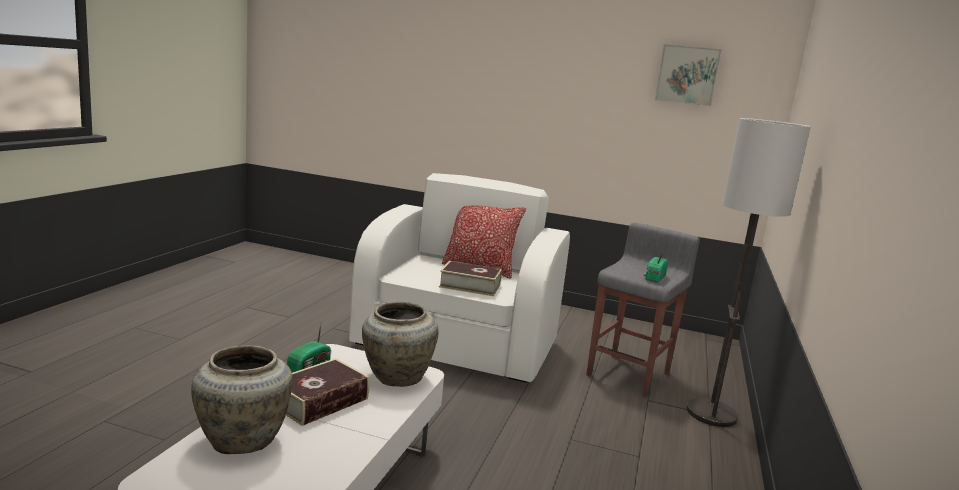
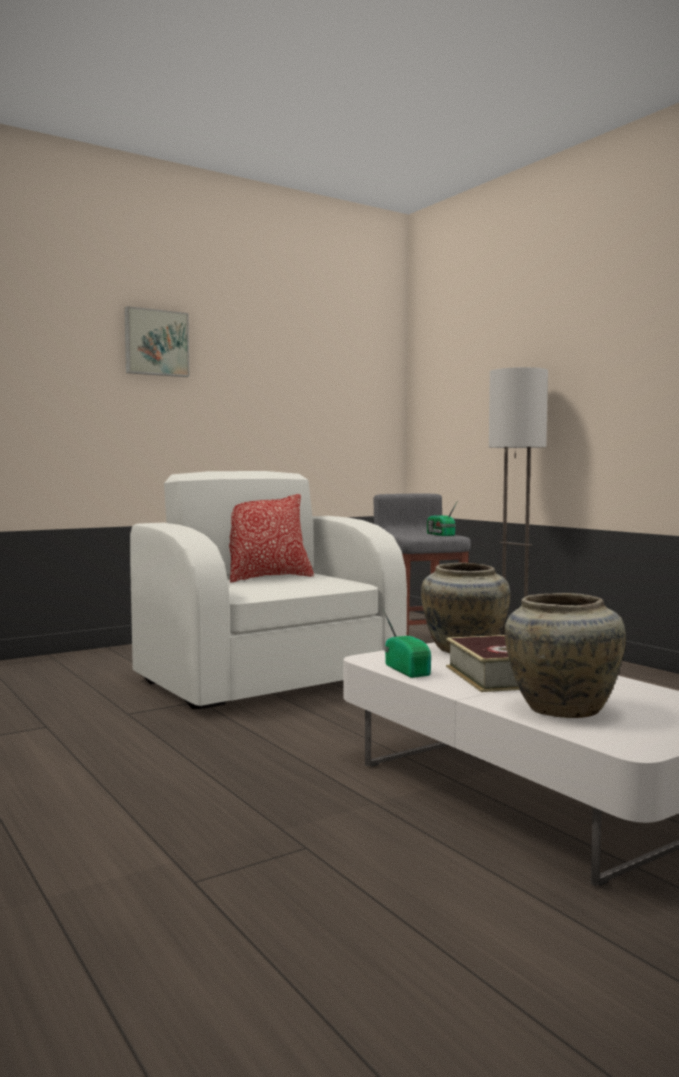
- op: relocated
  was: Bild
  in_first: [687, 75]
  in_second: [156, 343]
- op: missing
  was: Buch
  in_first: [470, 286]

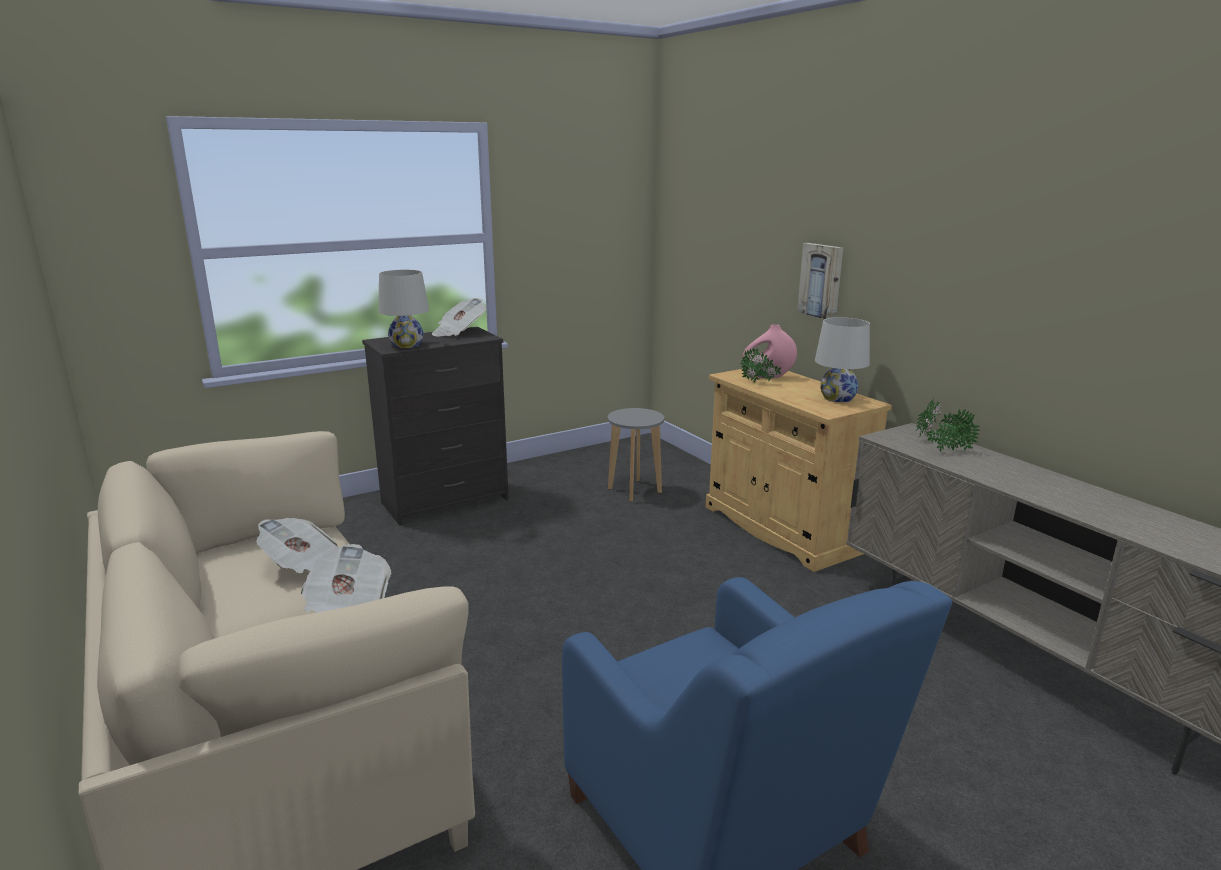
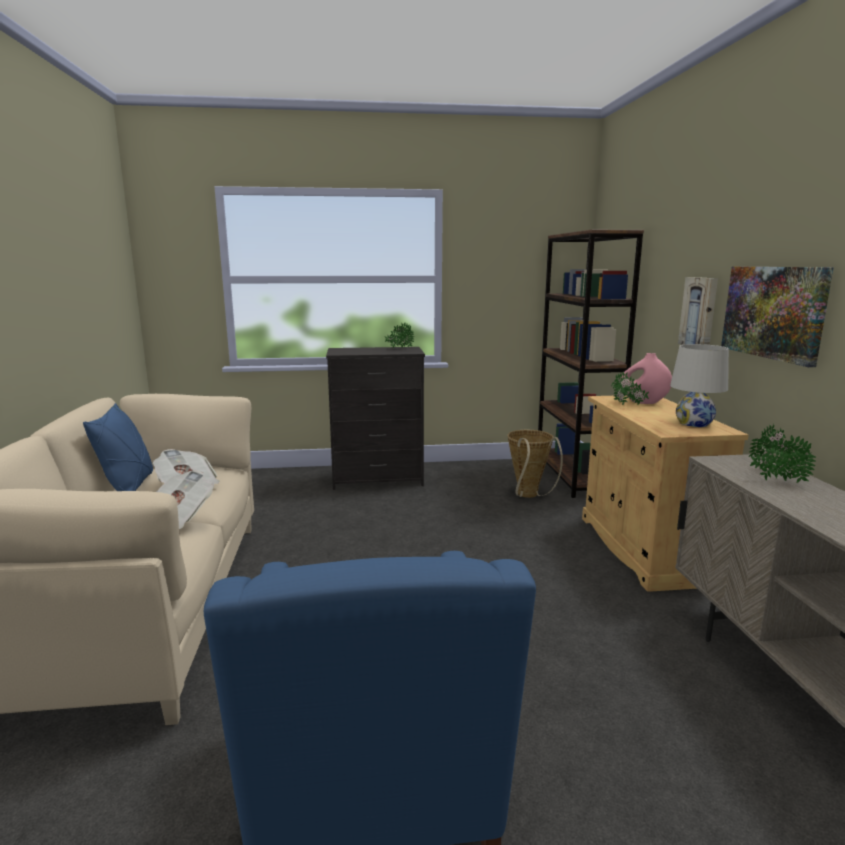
- op: appeared
  now: Kissen (blau)
  in_second: [129, 487]
- op: exchanged
  was: Zeitung
  now: Topfpflanze
  in_first: [459, 332]
  in_second: [399, 348]
- op: exchanged
  was: Hocker (grau)
  now: Korb
  in_first: [634, 491]
  in_second: [528, 496]
- op: appeared
  now: Bücherregal (braun)
  in_second: [574, 476]
- op: appeared
  now: Bild
  in_second: [773, 312]
- op: missing
  was: Tischlampe (weiß)
  in_first: [406, 345]

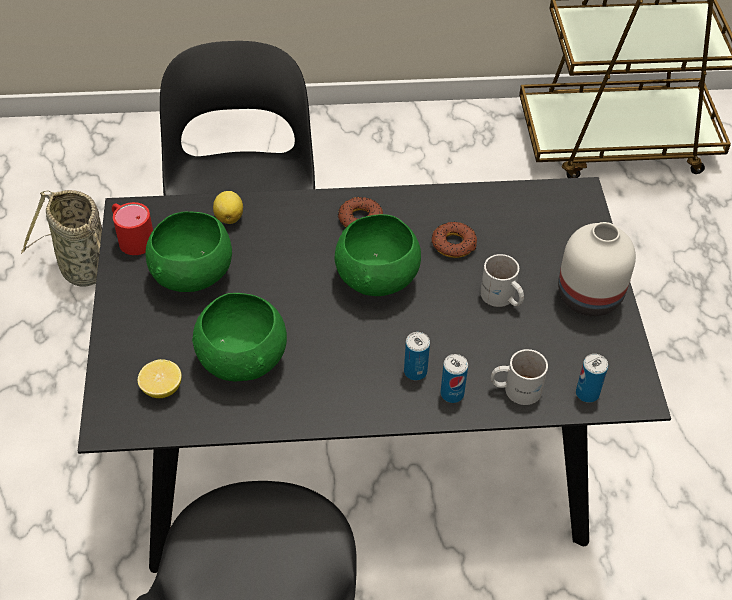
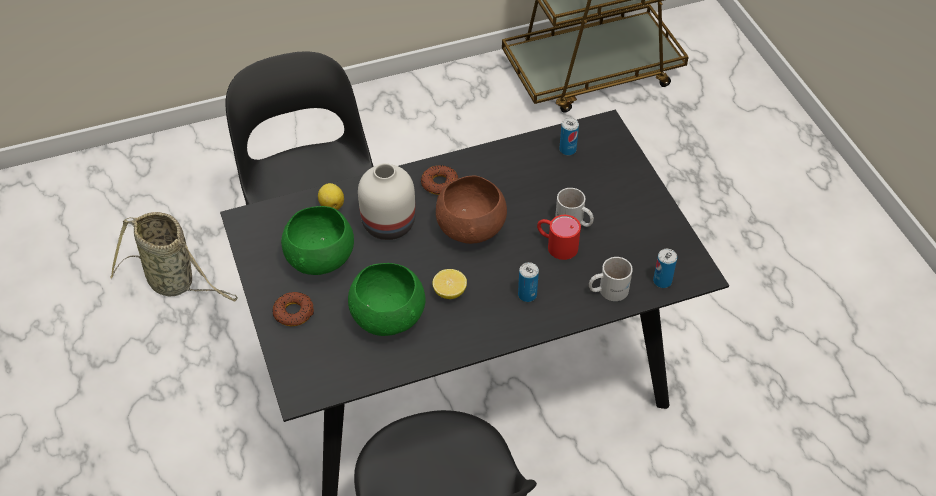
- op: relocated
  was: Donut
  in_first: [454, 244]
  in_second: [294, 312]
- op: relocated
  was: Vase (weiß)
  in_first: [587, 295]
  in_second: [387, 223]
- op: relocated
  was: Zitrone
  in_first: [162, 389]
  in_second: [449, 292]
- op: colour
  was: Schüssel (grün)
  now: Schüssel (braun)
  in_first: [377, 280]
  in_second: [471, 230]
- op: relocated
  was: Henkelbecher (rot)
  in_first: [131, 237]
  in_second: [556, 245]
- op: relocated
  was: Dose
  in_first: [452, 394]
  in_second: [567, 150]

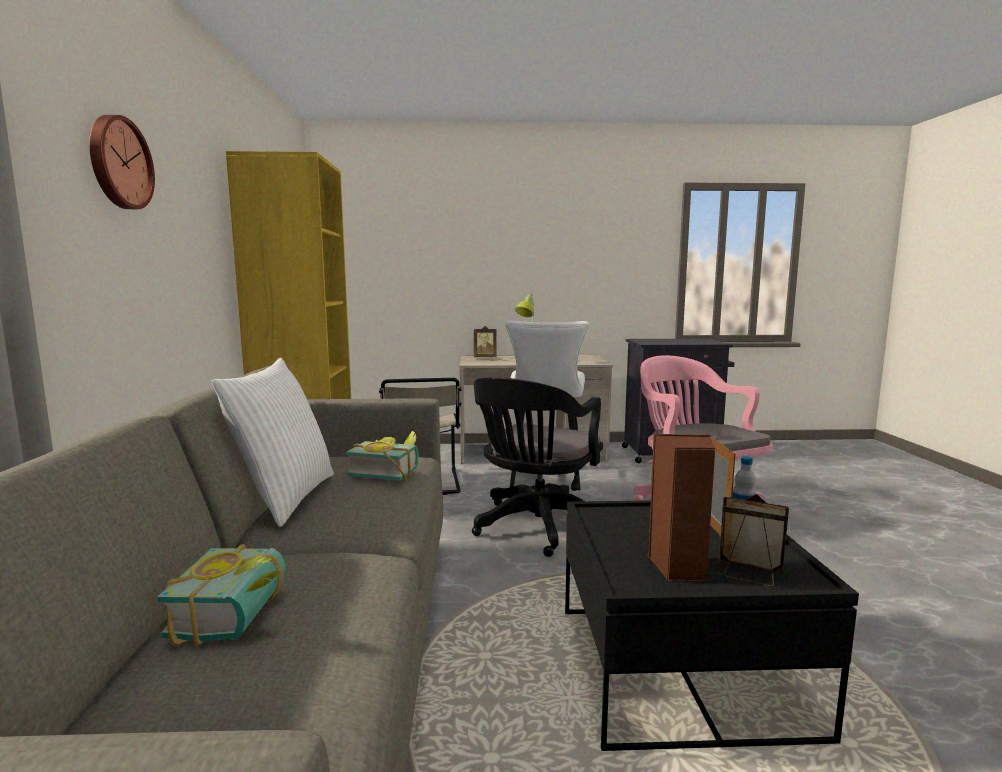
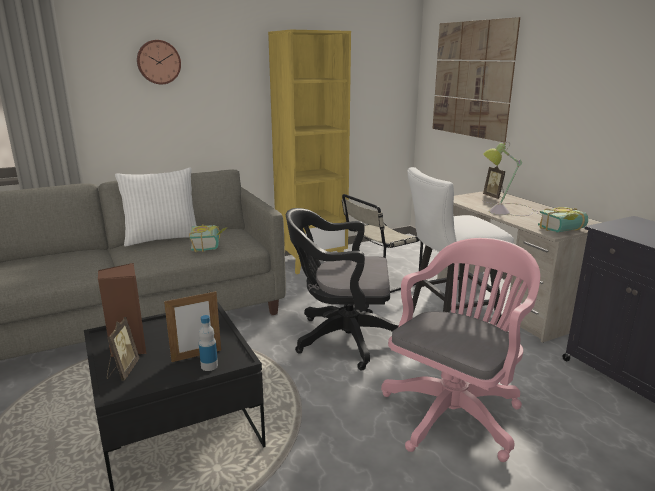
- op: appeared
  now: Bild
  in_second: [472, 79]
- op: relocated
  was: Buch
  in_first: [241, 616]
  in_second: [565, 230]

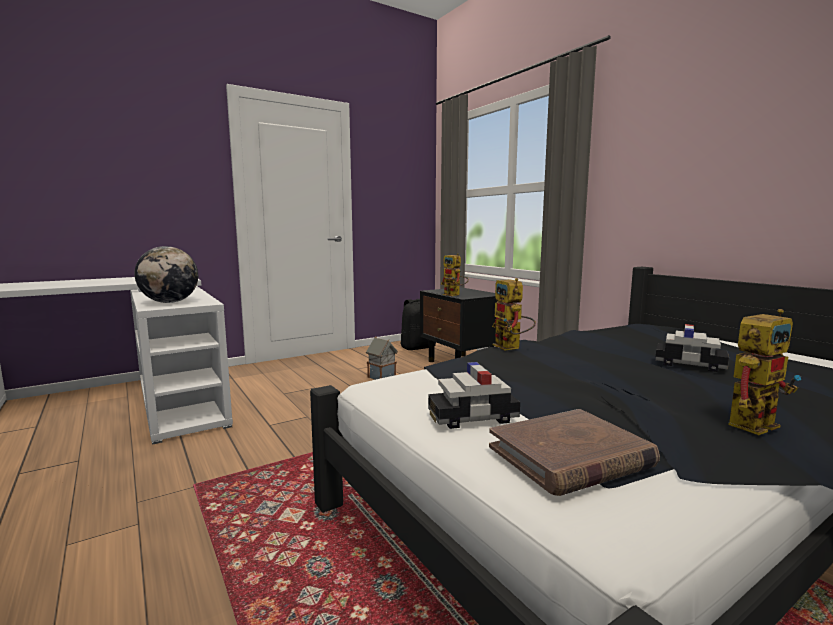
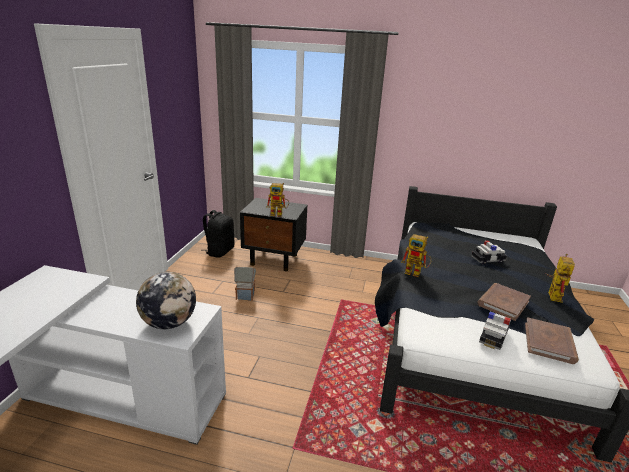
- op: appeared
  now: Buch (braun)
  in_second: [503, 303]

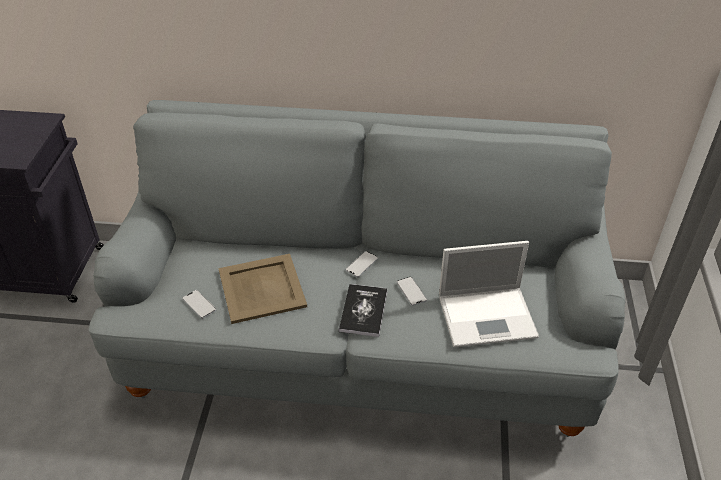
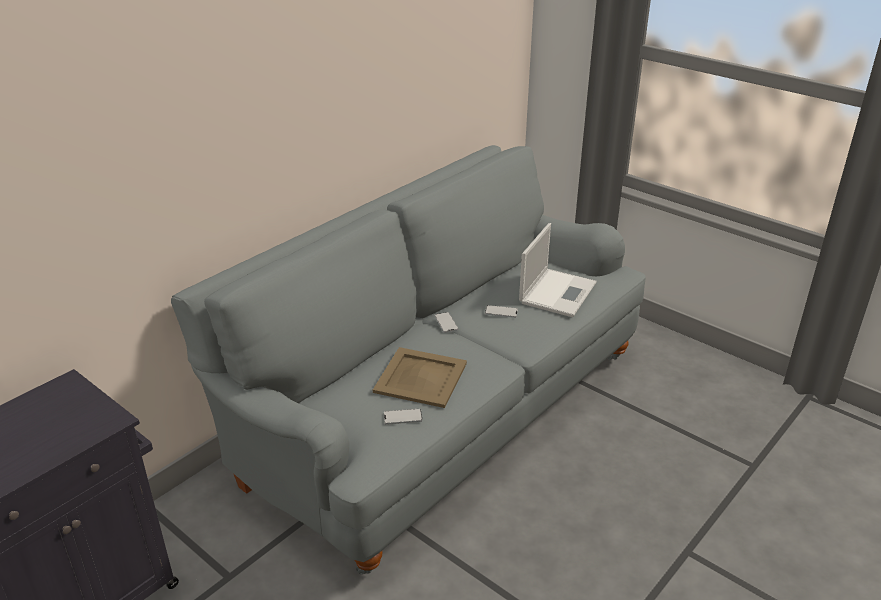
- op: missing
  was: Buch
  in_first: [363, 311]

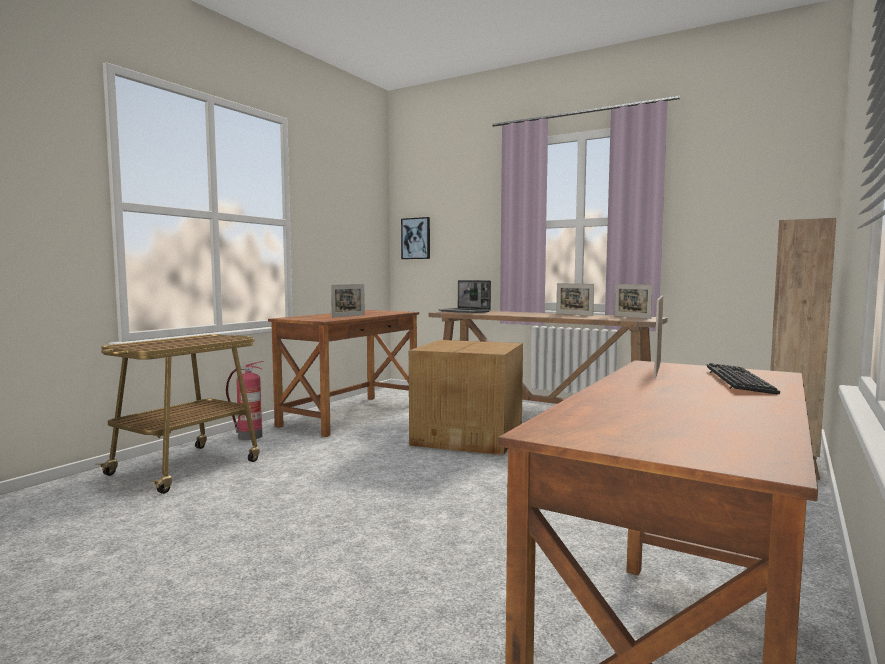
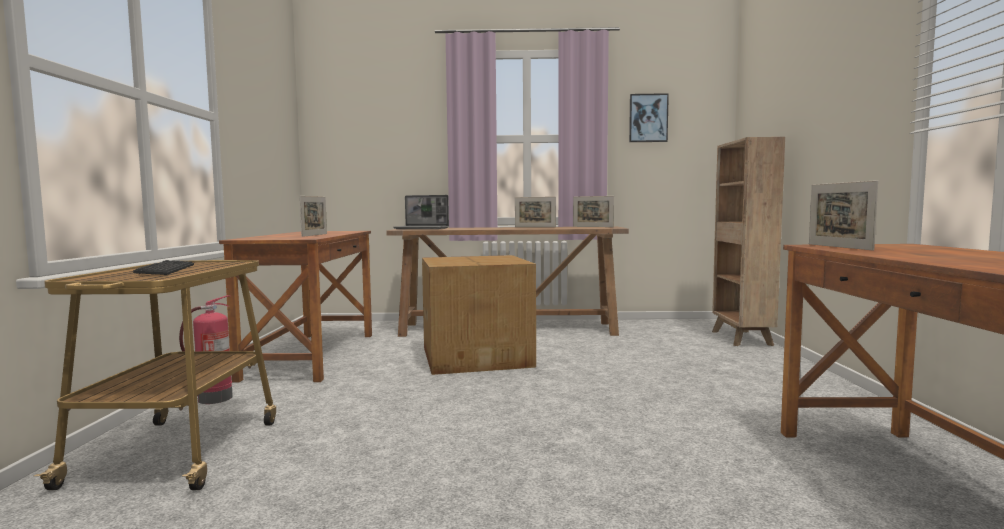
- op: relocated
  was: Tastatur
  in_first: [739, 381]
  in_second: [166, 270]
- op: relocated
  was: Bild
  in_first: [416, 238]
  in_second: [648, 118]

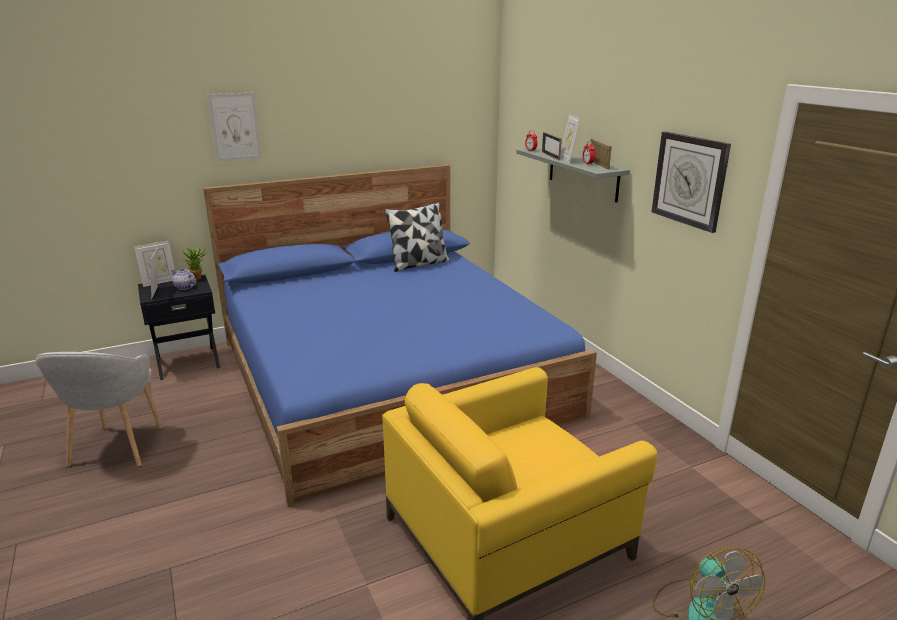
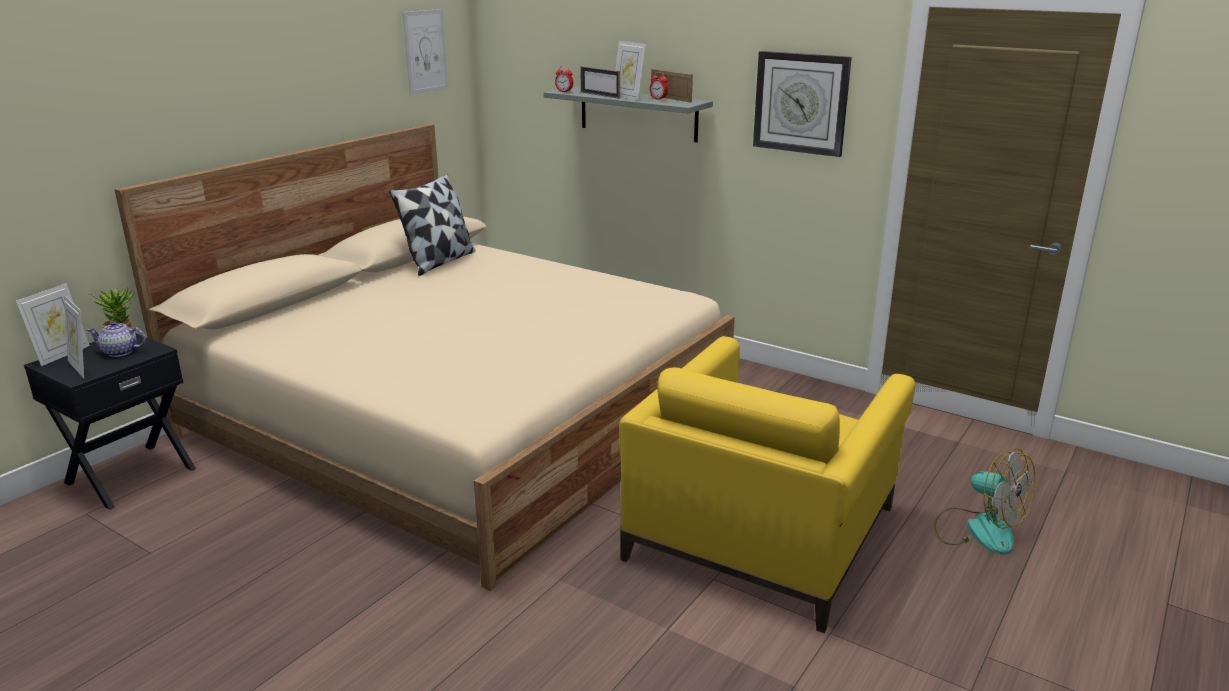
- op: colour
  was: Bett (blau)
  now: Bett (beige)
  in_first: [389, 376]
  in_second: [460, 416]
- op: relocated
  was: Bild
  in_first: [235, 127]
  in_second: [425, 51]
- op: missing
  was: Sessel (grau)
  in_first: [116, 448]

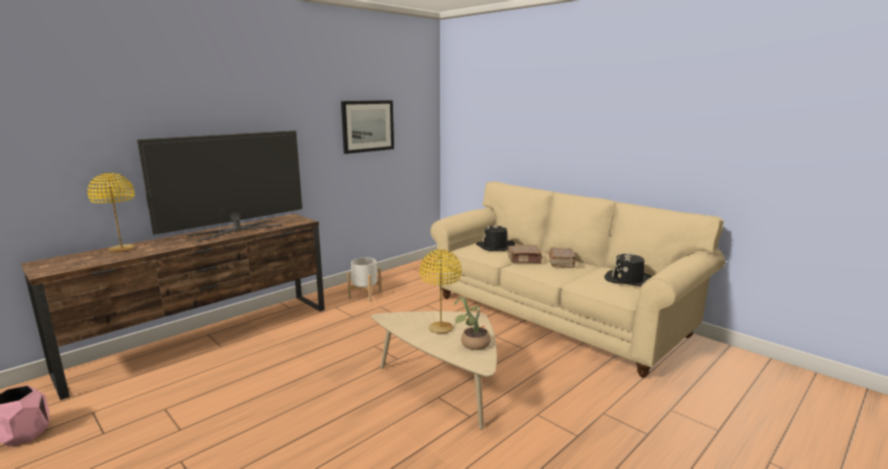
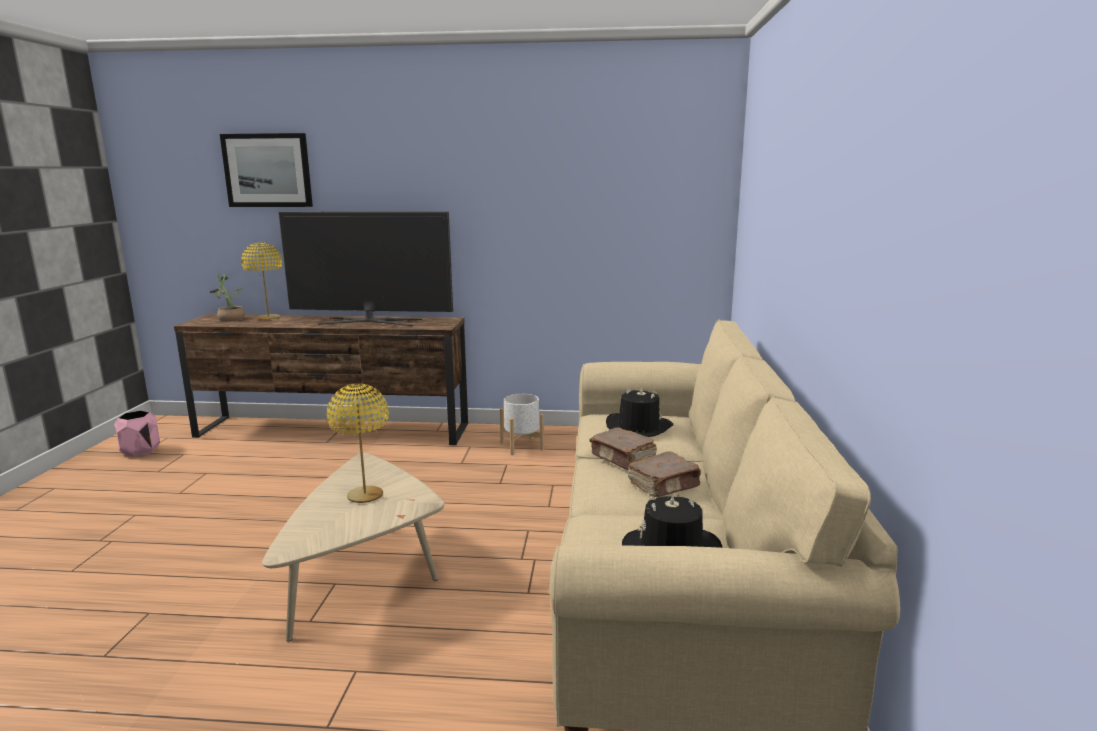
- op: relocated
  was: Topfpflanze
  in_first: [471, 344]
  in_second: [229, 318]
- op: relocated
  was: Bild
  in_first: [367, 126]
  in_second: [267, 170]

